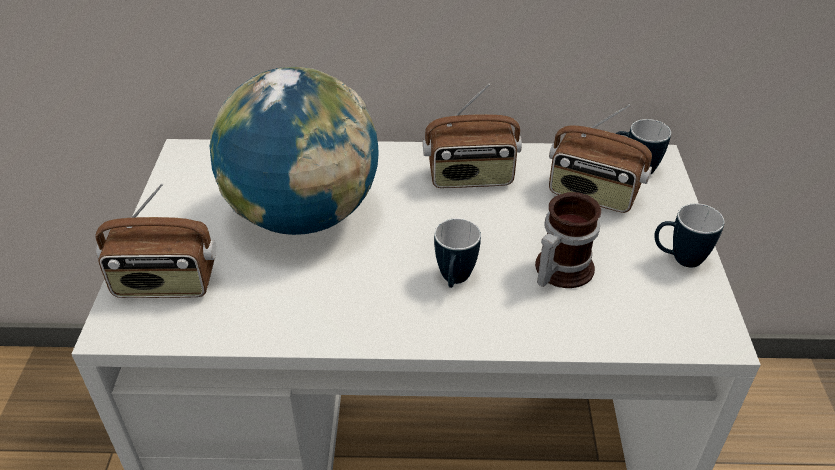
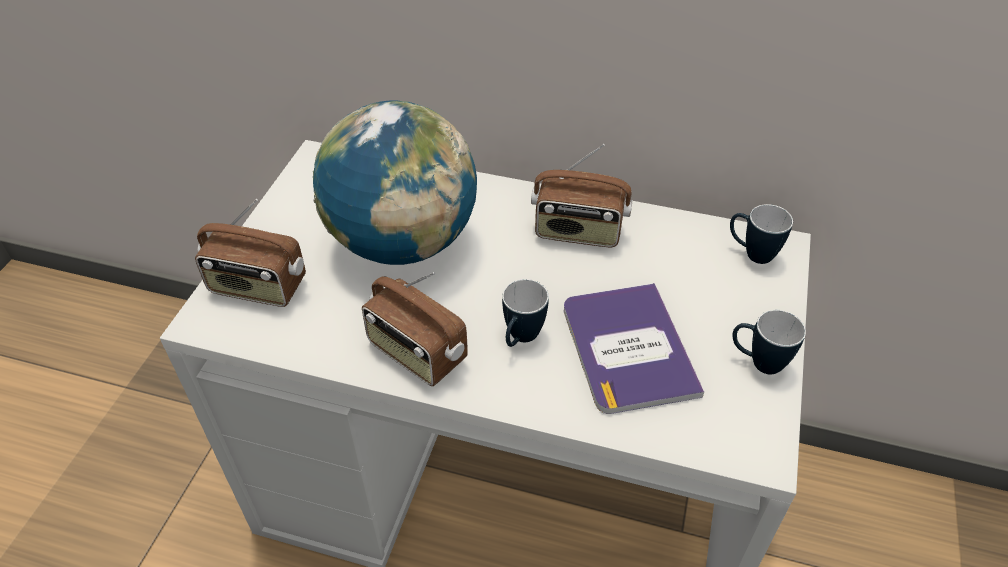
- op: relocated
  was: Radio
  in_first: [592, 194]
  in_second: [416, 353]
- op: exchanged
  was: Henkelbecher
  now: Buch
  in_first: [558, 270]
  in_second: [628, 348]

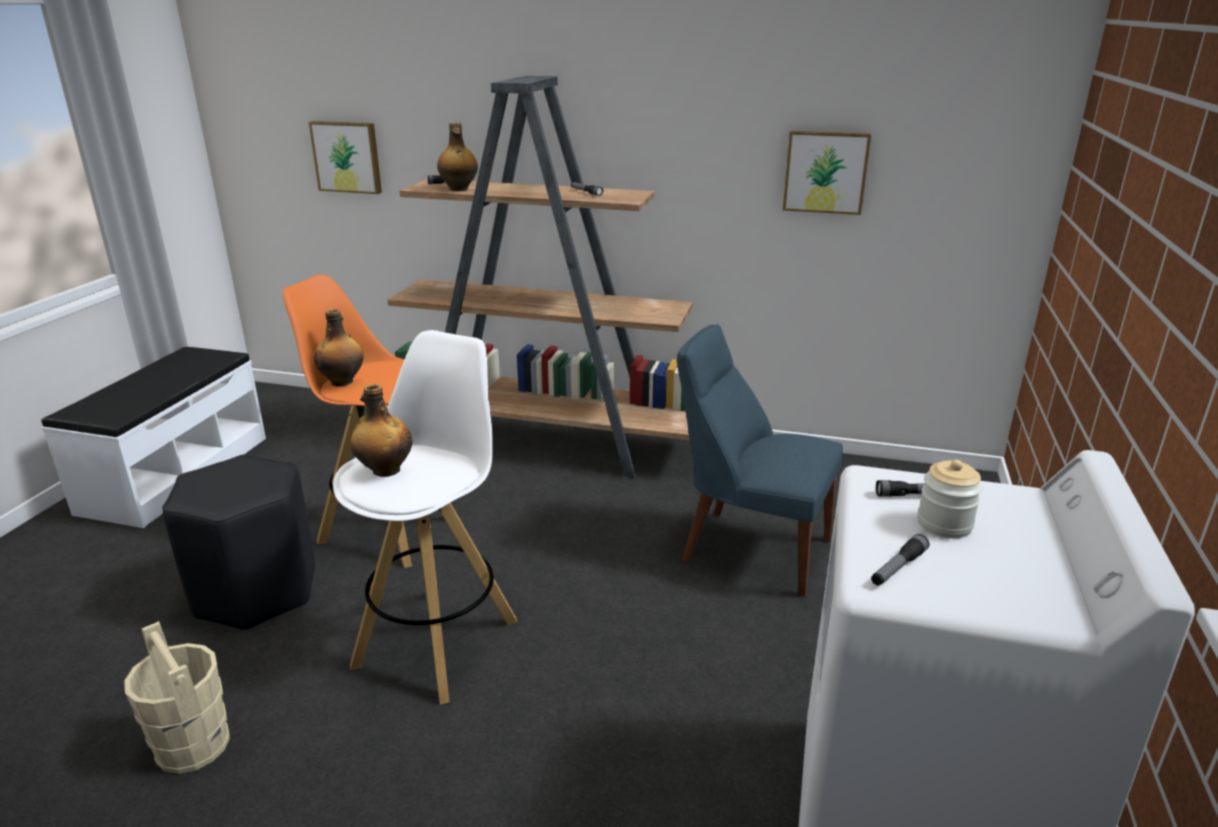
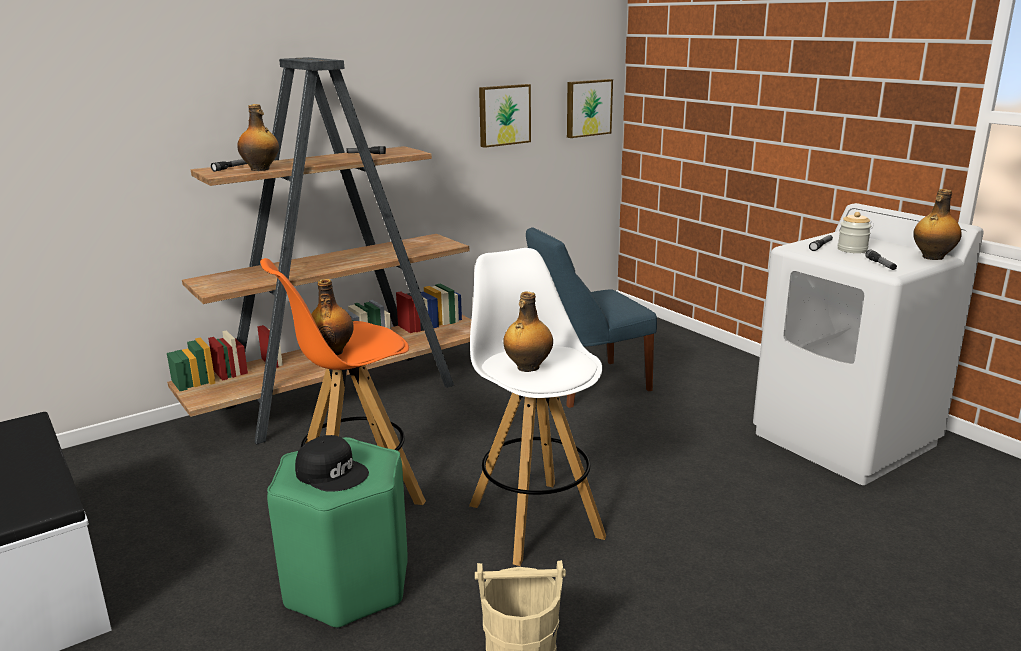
- op: colour
  was: Hocker (schwarz)
  now: Hocker (grün)
  in_first: [258, 592]
  in_second: [348, 584]
- op: appeared
  now: Kappe (schwarz)
  in_second: [332, 472]
- op: relocated
  was: Bild
  in_first: [347, 157]
  in_second: [587, 108]
- op: appeared
  now: Flasche
  in_second: [932, 257]

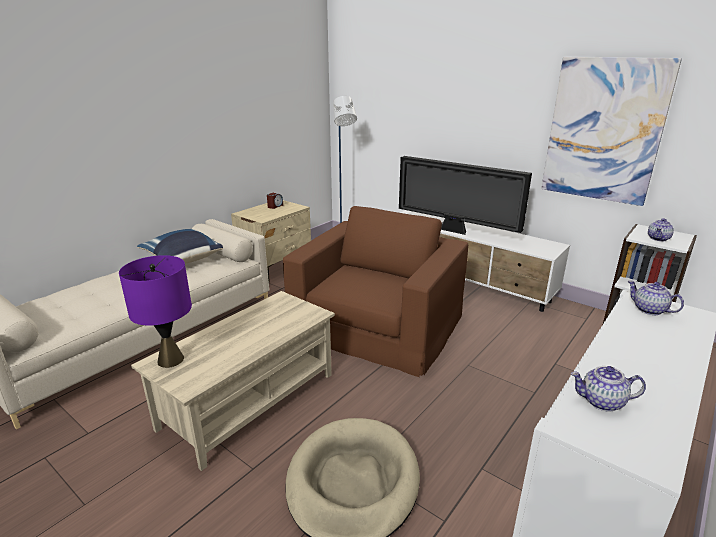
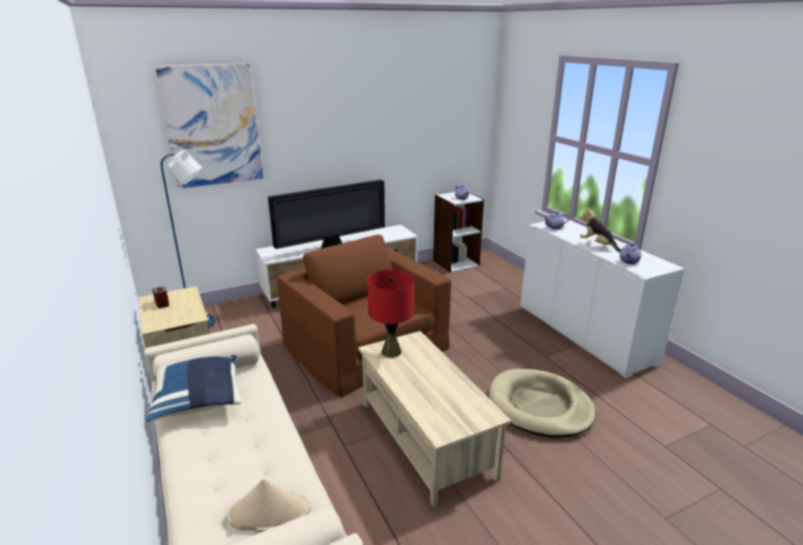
- op: relocated
  was: Bild
  in_first: [604, 130]
  in_second: [213, 126]
- op: appeared
  now: Hut (beige)
  in_second: [269, 512]
- op: appeared
  now: Tischlampe (rot)
  in_second: [391, 351]
- op: appeared
  now: Plüschtier
  in_second: [597, 245]
- op: missing
  was: Tischlampe (lila)
  in_first: [170, 360]

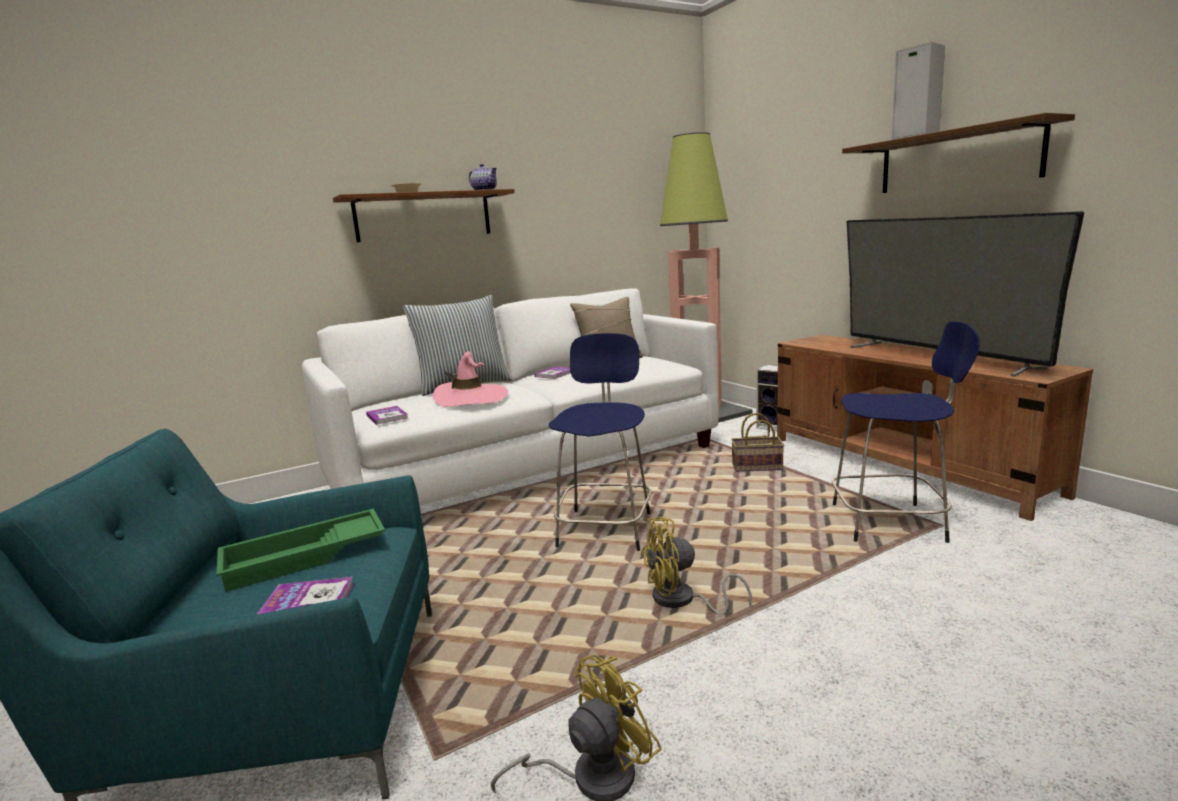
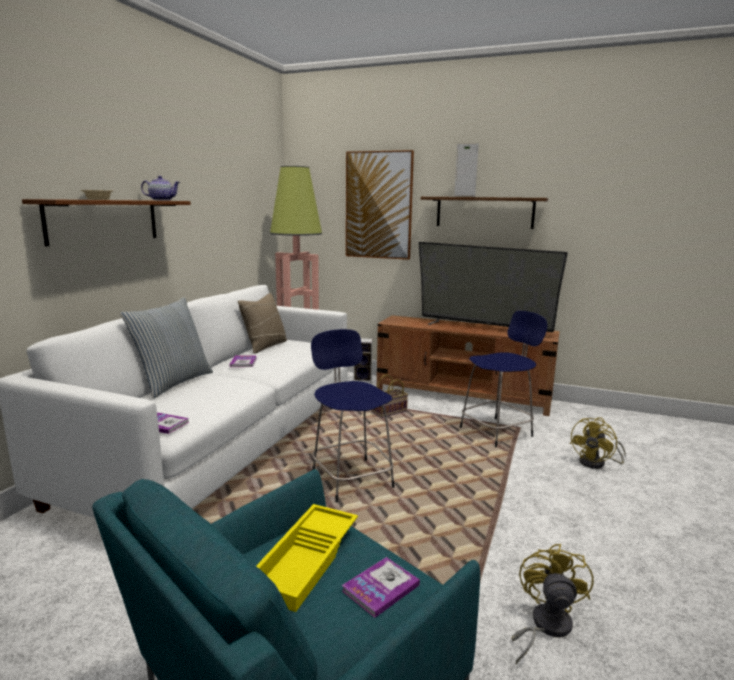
- op: colour
  was: Tablett (grün)
  now: Tablett (gelb)
  in_first: [304, 558]
  in_second: [307, 561]
- op: appeared
  now: Bild
  in_second: [378, 205]
- op: relocated
  was: Ventilator (gelb)
  in_first: [682, 601]
  in_second: [597, 463]
- op: missing
  was: Hut (rosa)
  in_first: [471, 398]

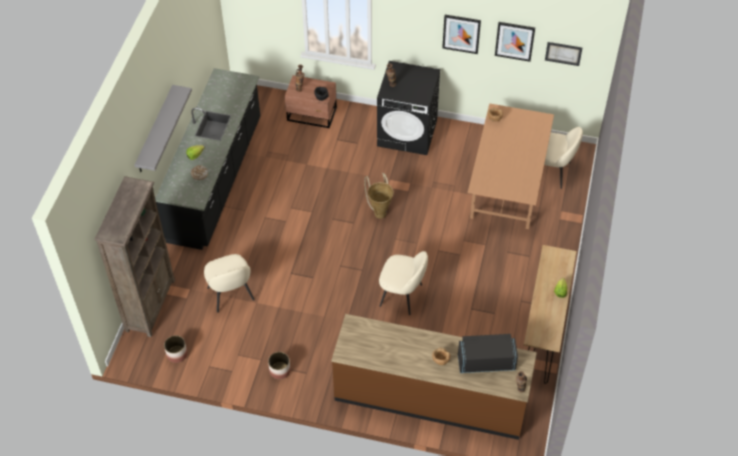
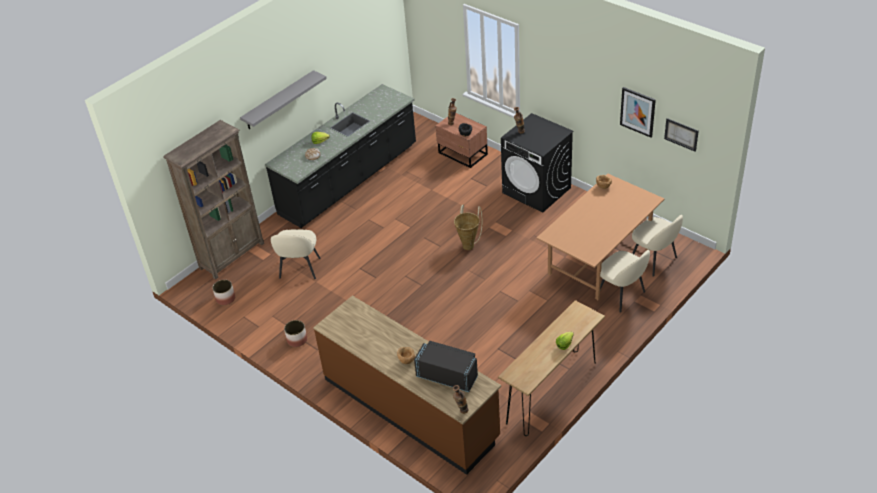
- op: relocated
  was: Stuhl (beige)
  in_first: [402, 295]
  in_second: [621, 295]
- op: missing
  was: Bild
  in_first: [461, 33]

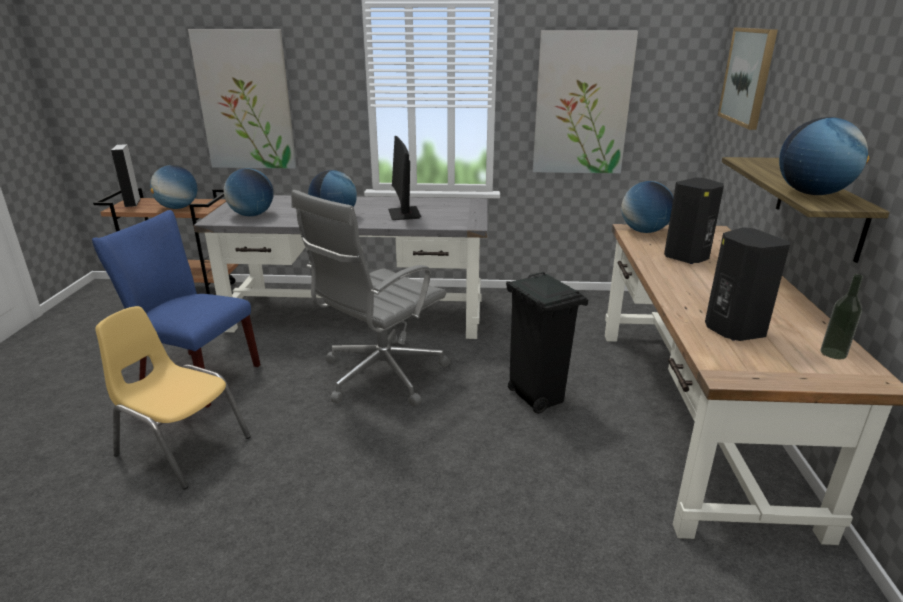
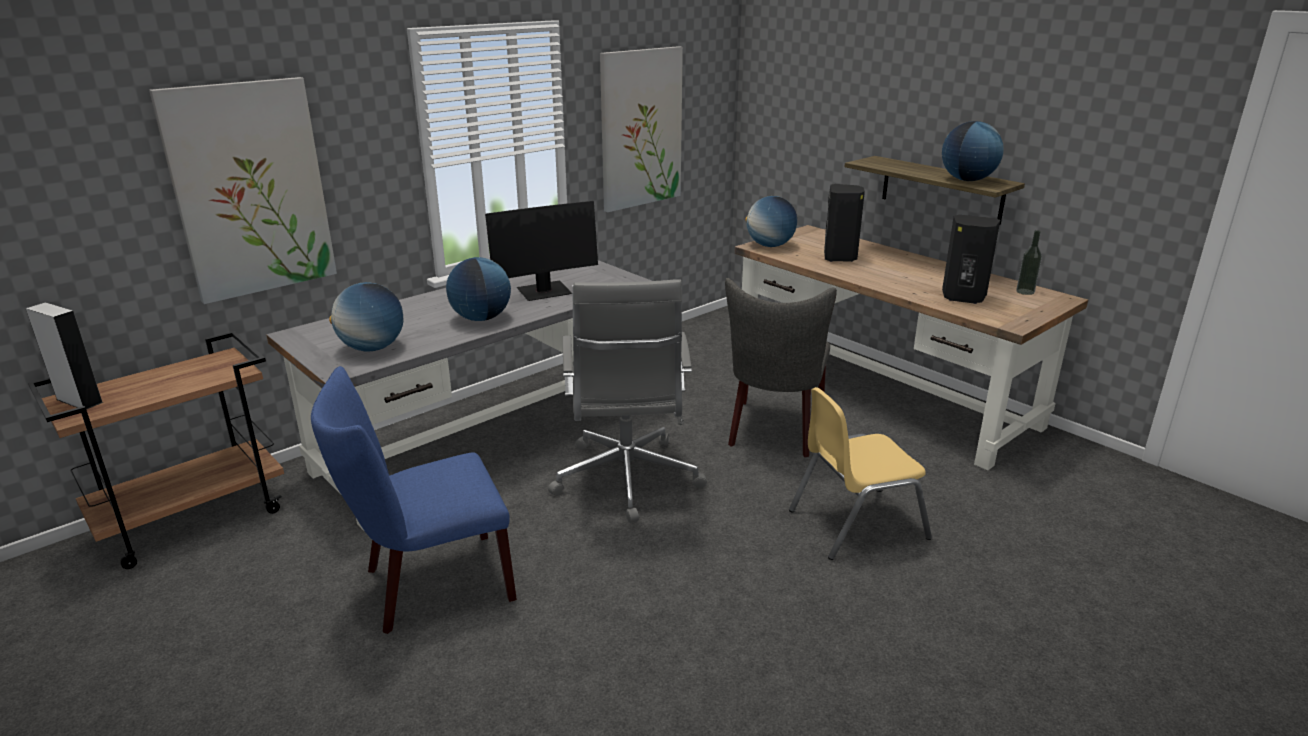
- op: spun
  was: Monitor
  in_first: [404, 214]
  in_second: [544, 292]
  clockwise: -60
- op: exchanged
  was: Mülleimer (schwarz)
  now: Stuhl (grau)
  in_first: [536, 397]
  in_second: [774, 432]
- op: relocated
  was: Stuhl (gelb)
  in_first: [182, 446]
  in_second: [856, 523]
- op: missing
  was: Globus
  in_first: [178, 208]
- op: missing
  was: Bild
  in_first: [748, 76]

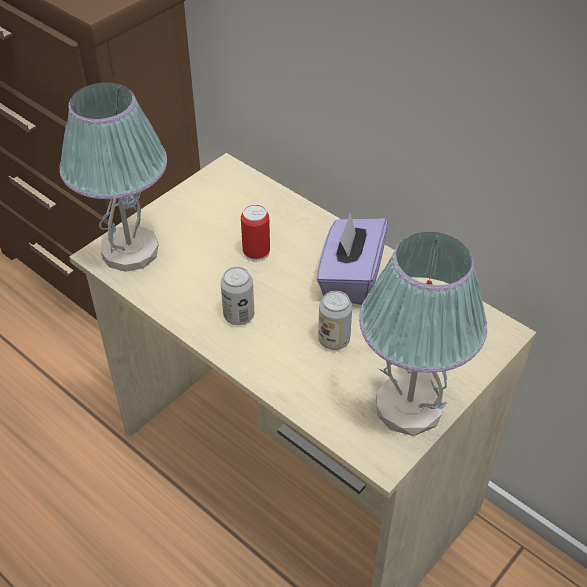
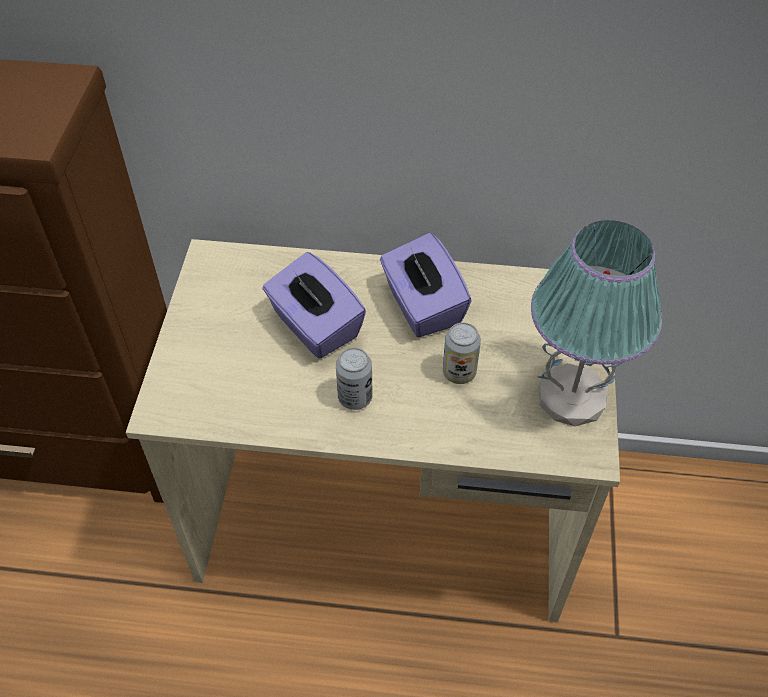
- op: exchanged
  was: Dose
  now: Taschentuchbox (lila)
  in_first: [256, 252]
  in_second: [315, 326]
- op: missing
  was: Tischlampe
  in_first: [130, 250]

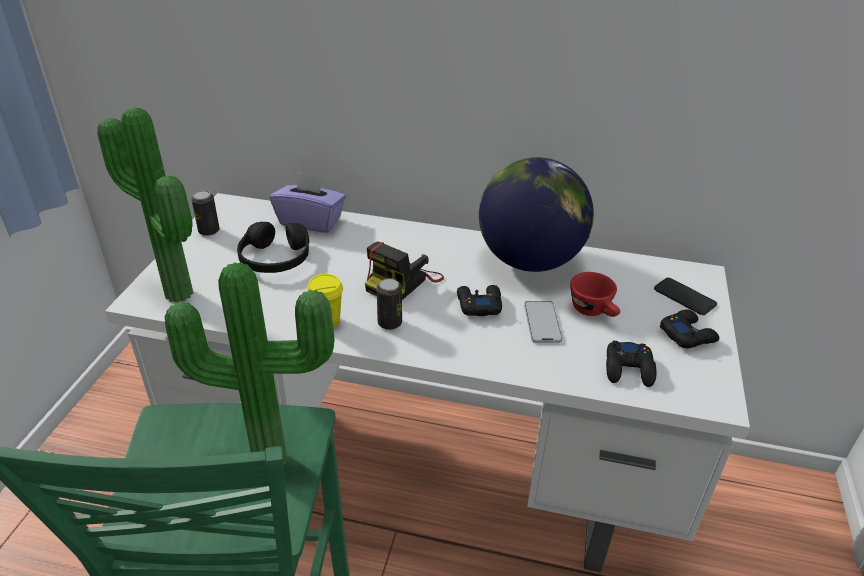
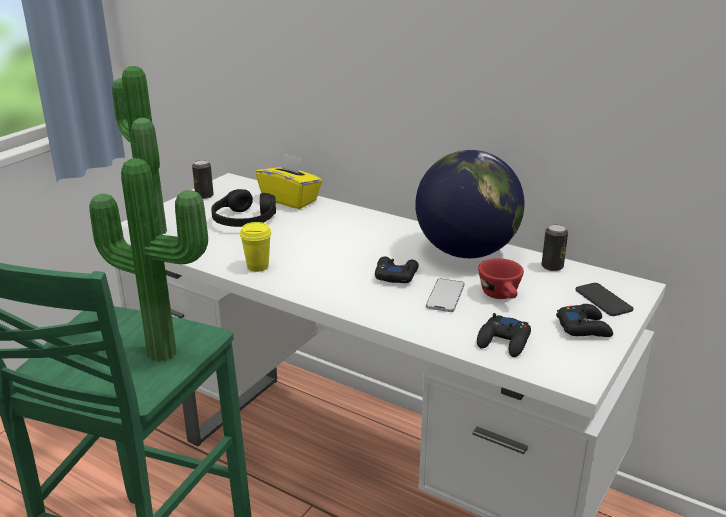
- op: colour
  was: Taschentuchbox (lila)
  now: Taschentuchbox (gelb)
  in_first: [311, 221]
  in_second: [290, 200]
- op: relocated
  was: Dose
  in_first: [389, 323]
  in_second: [552, 267]
- op: missing
  was: Kamera
  in_first: [403, 282]

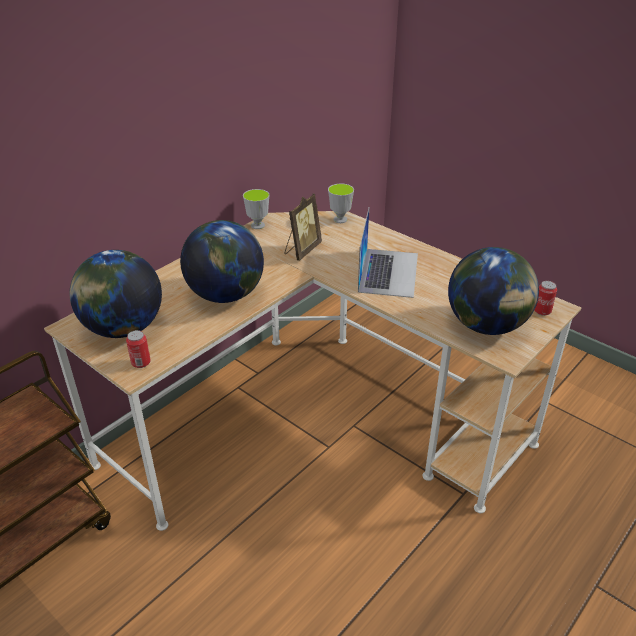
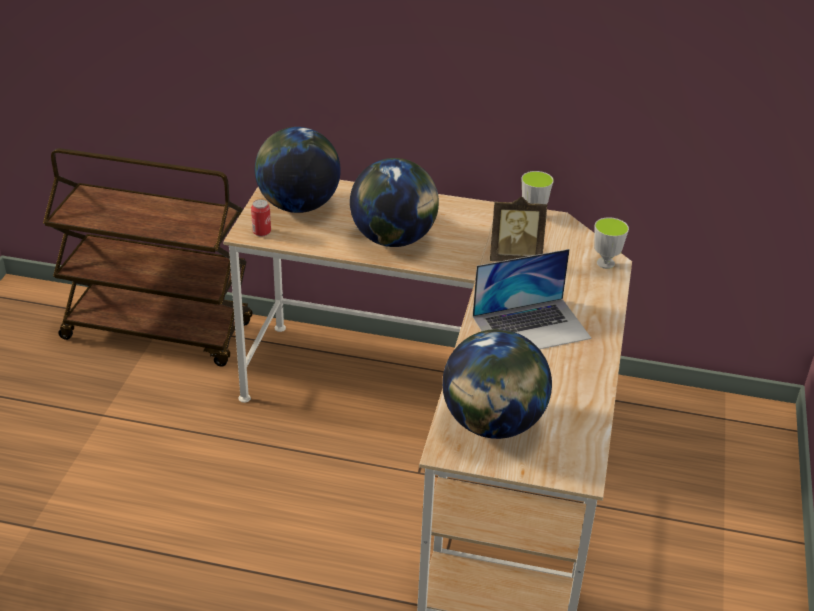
- op: missing
  was: Dose
  in_first: [542, 311]

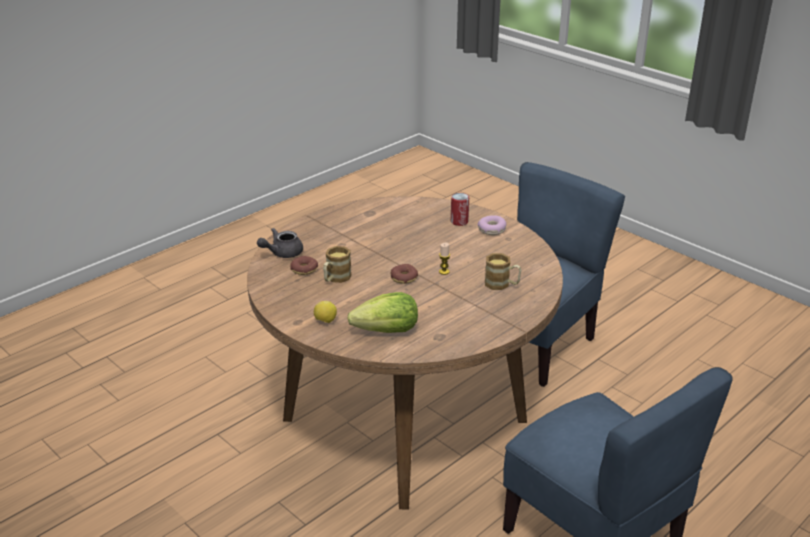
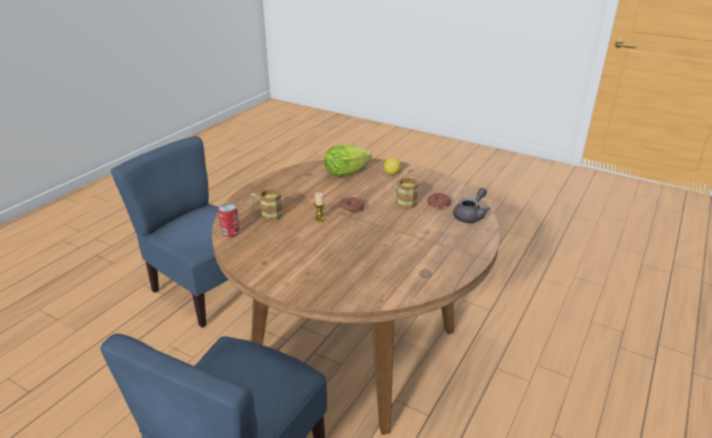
- op: relocated
  was: Dose
  in_first: [459, 221]
  in_second: [230, 232]
- op: missing
  was: Donut
  in_first: [492, 230]

